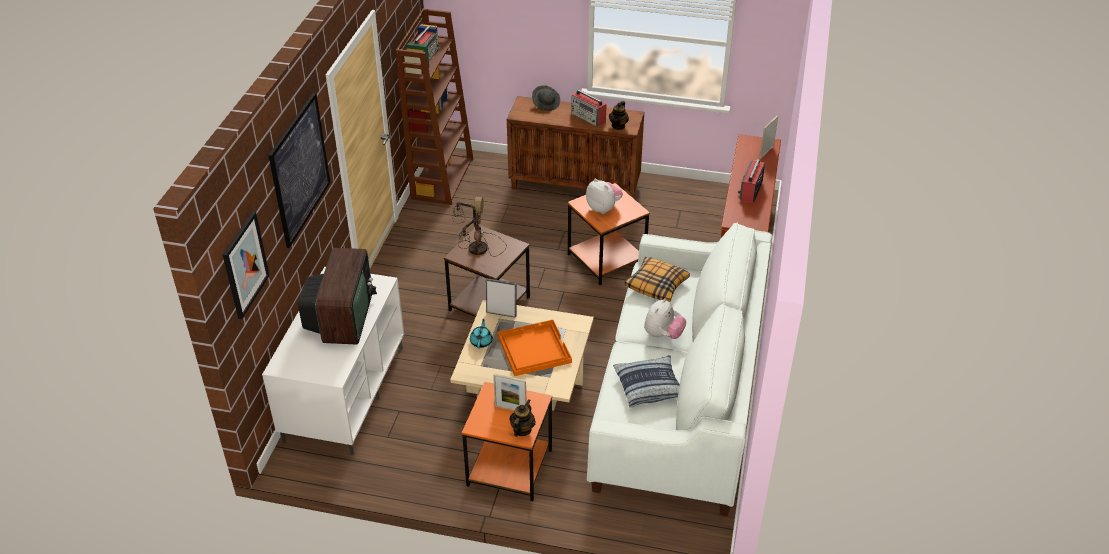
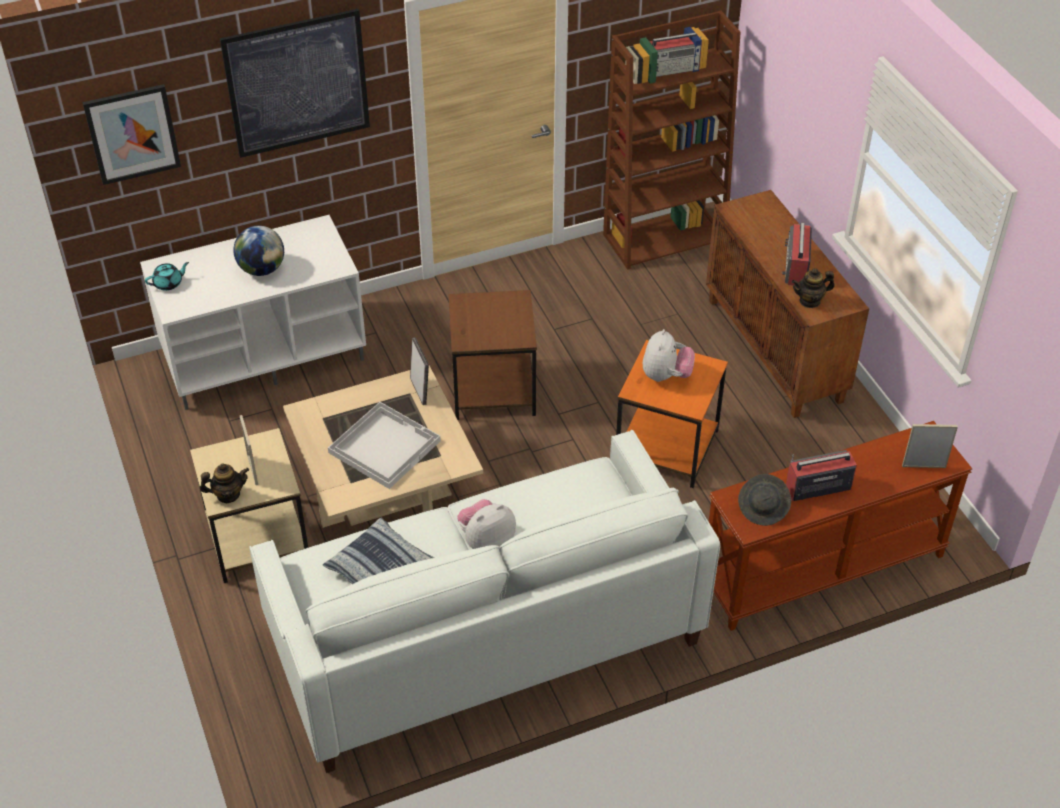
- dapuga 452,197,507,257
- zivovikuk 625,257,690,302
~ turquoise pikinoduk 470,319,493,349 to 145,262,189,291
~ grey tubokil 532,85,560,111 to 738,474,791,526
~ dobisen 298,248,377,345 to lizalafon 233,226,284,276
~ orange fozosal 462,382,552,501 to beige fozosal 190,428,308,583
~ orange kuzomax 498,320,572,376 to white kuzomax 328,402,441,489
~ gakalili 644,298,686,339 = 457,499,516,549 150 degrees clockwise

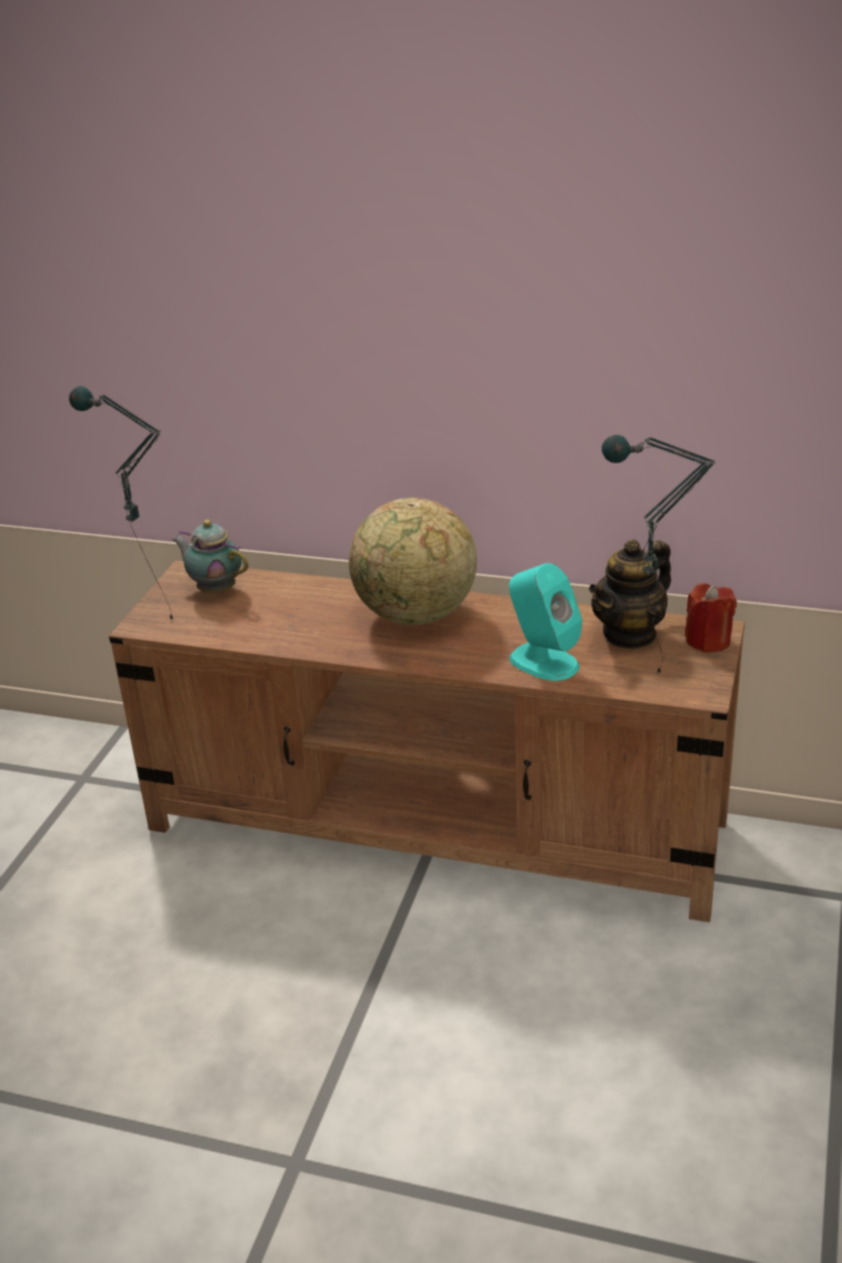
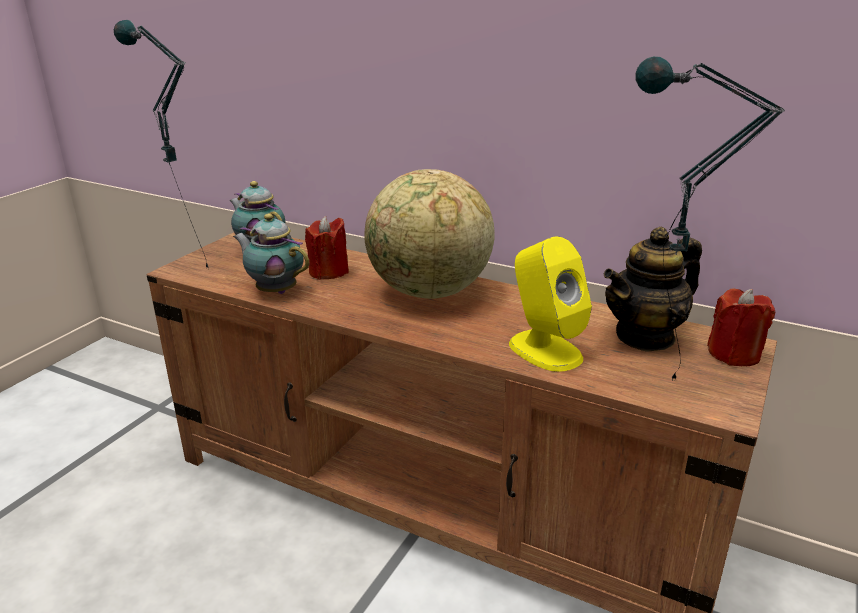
+ pikinoduk 233,213,310,294
+ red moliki 305,216,349,280
~ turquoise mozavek 509,563,582,681 to yellow mozavek 509,237,592,372

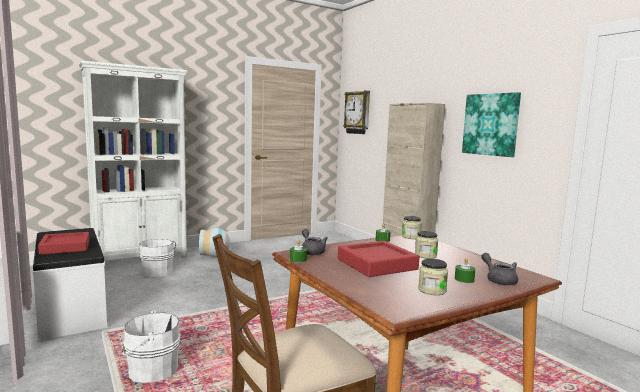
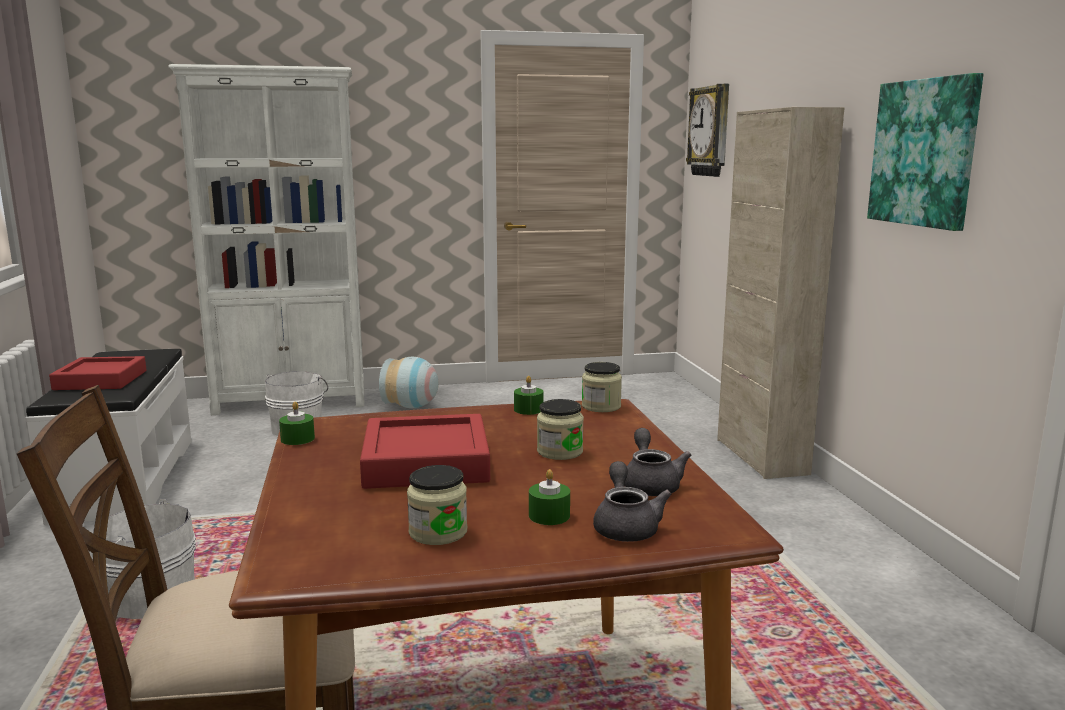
~ grey pikinoduk 302,229,328,255 to 624,428,691,496

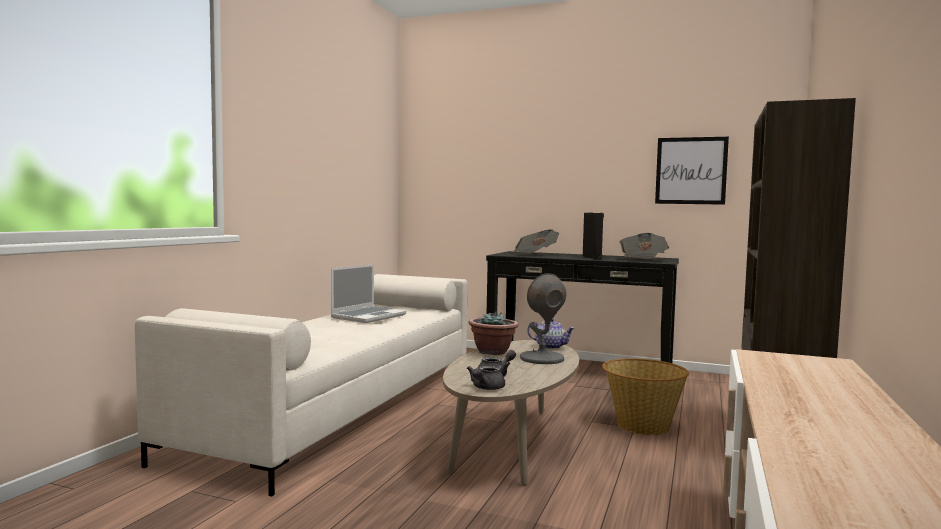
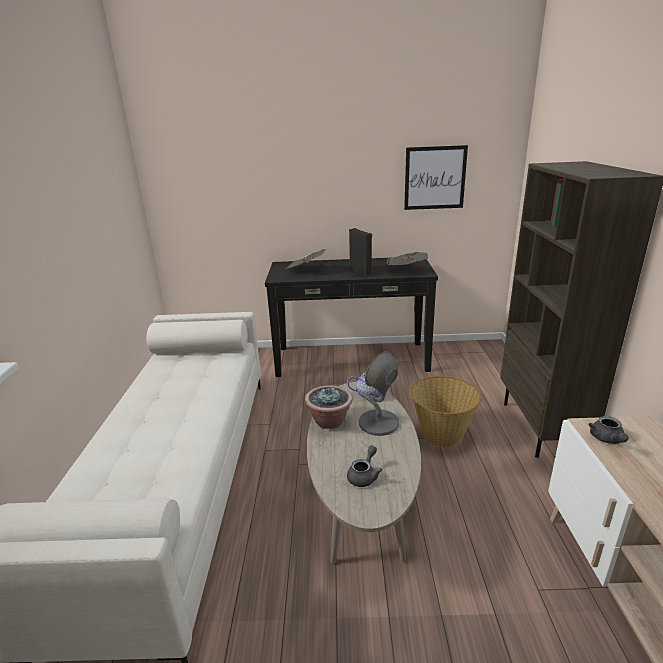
- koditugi 331,264,406,323
~ grey pikinoduk 467,366,505,390 to 588,416,629,444

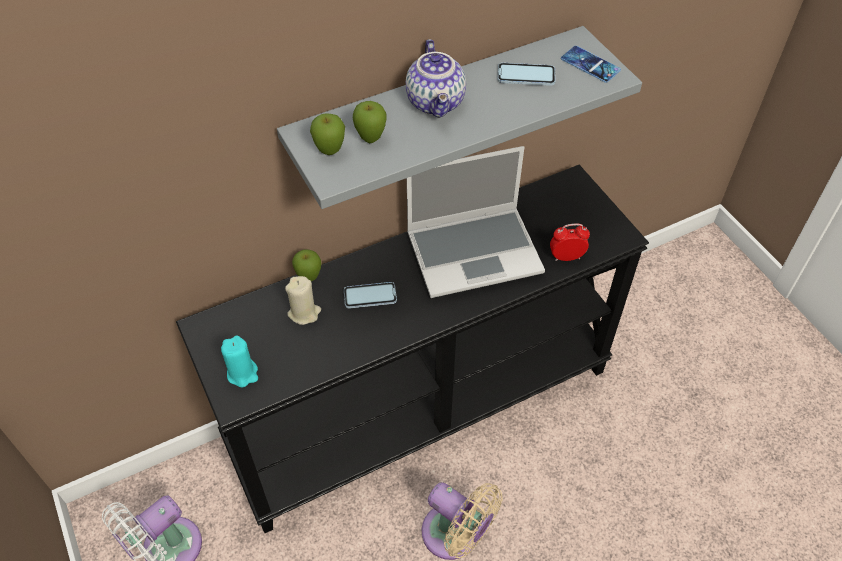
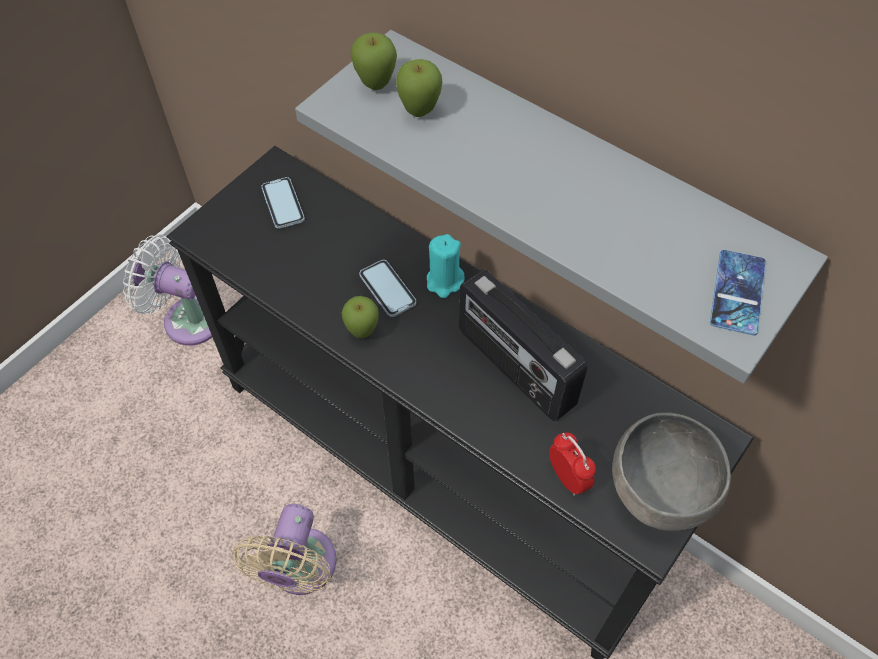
- beige moliki 285,276,321,325
- pikinoduk 406,39,466,118
+ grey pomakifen 612,412,731,531
~ turquoise moliki 221,336,258,388 to 427,234,464,298
~ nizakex 292,249,321,281 to 341,296,379,339
~ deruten 497,63,555,86 to 261,177,305,229
~ koditugi 407,146,545,298 to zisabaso 459,269,587,421

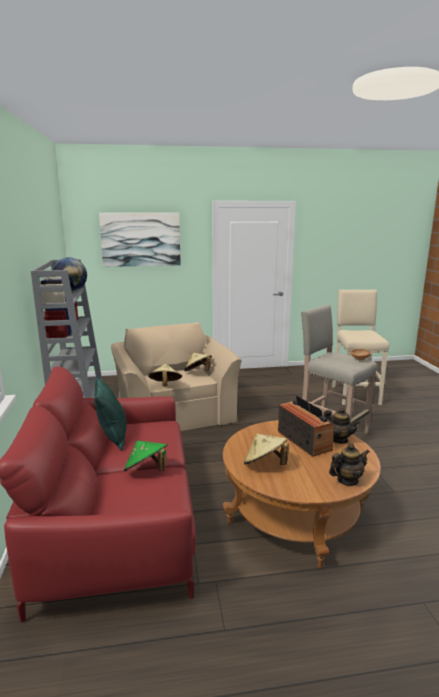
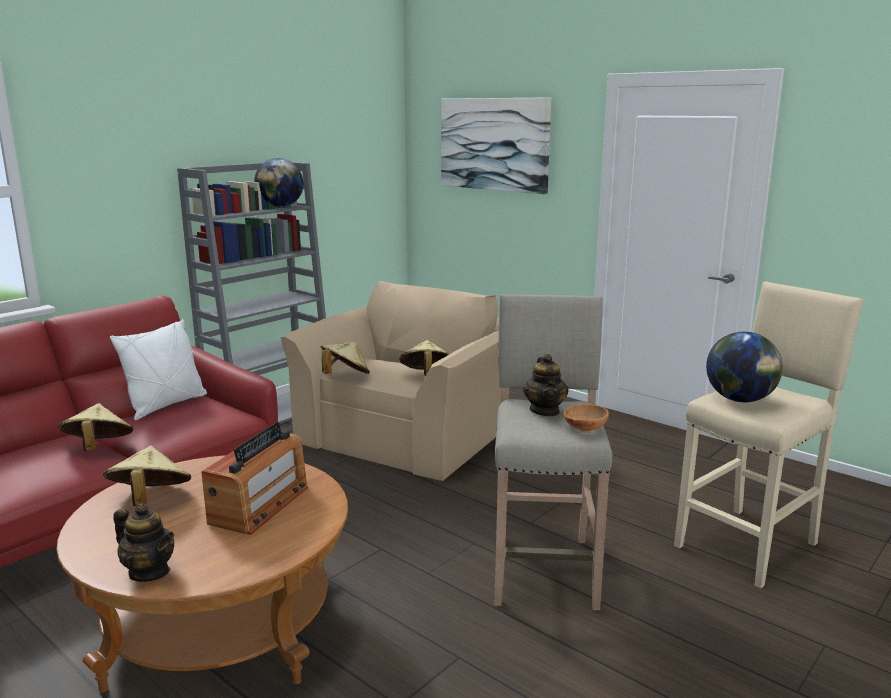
+ lizalafon 706,332,783,402
~ pikinoduk 324,408,360,443 to 523,354,569,416
~ green zivovikuk 94,377,127,451 to white zivovikuk 110,319,207,420
~ green tubokil 124,441,167,471 to beige tubokil 58,403,133,452

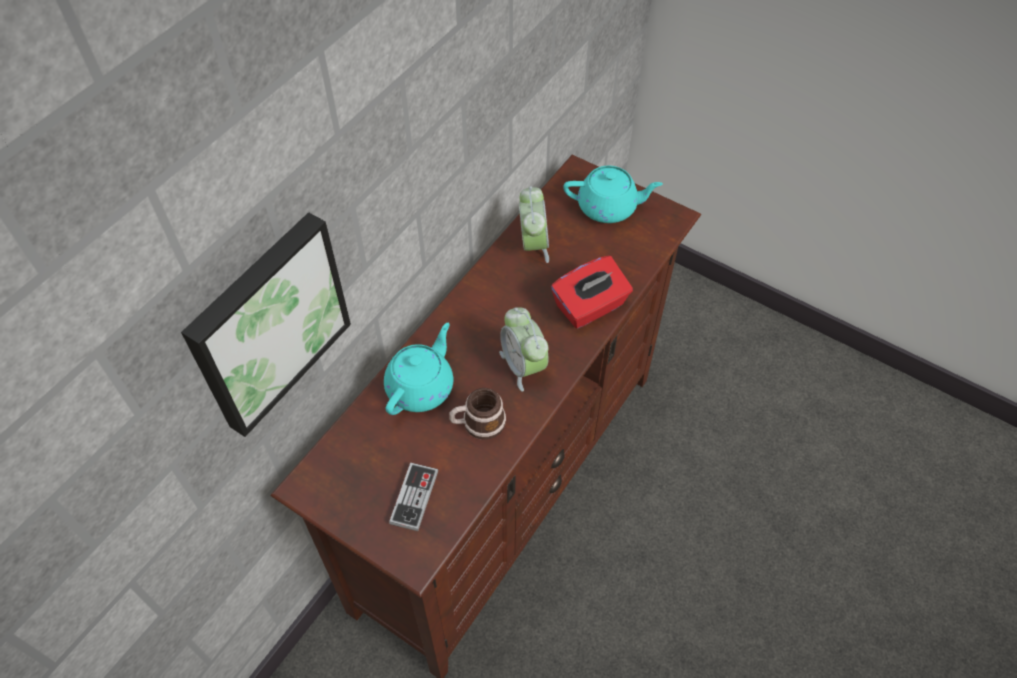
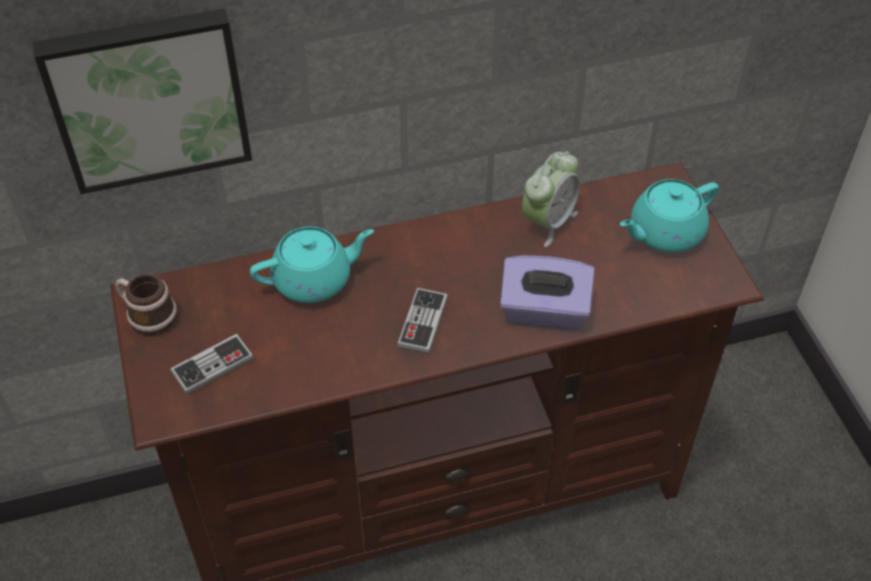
~ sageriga 449,388,506,440 to 115,274,177,335
~ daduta 499,307,549,392 to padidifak 397,288,448,354
~ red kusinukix 551,256,633,329 to purple kusinukix 500,256,594,330
~ turquoise pikinoduk 563,166,663,223 = 620,179,719,252 105 degrees clockwise

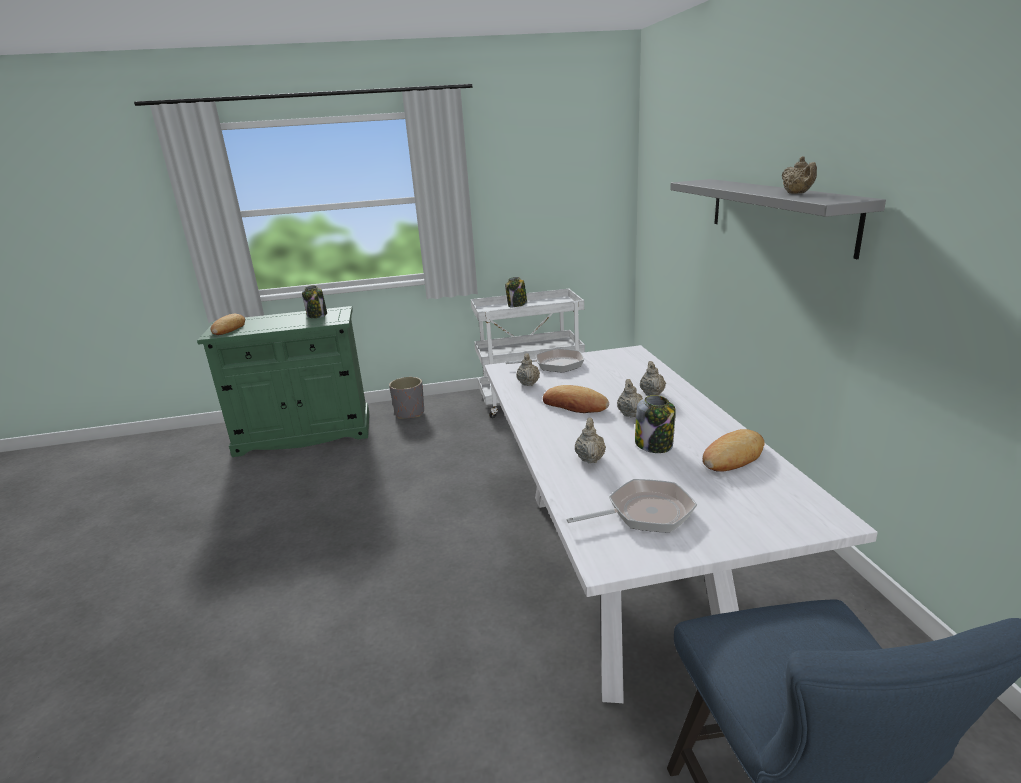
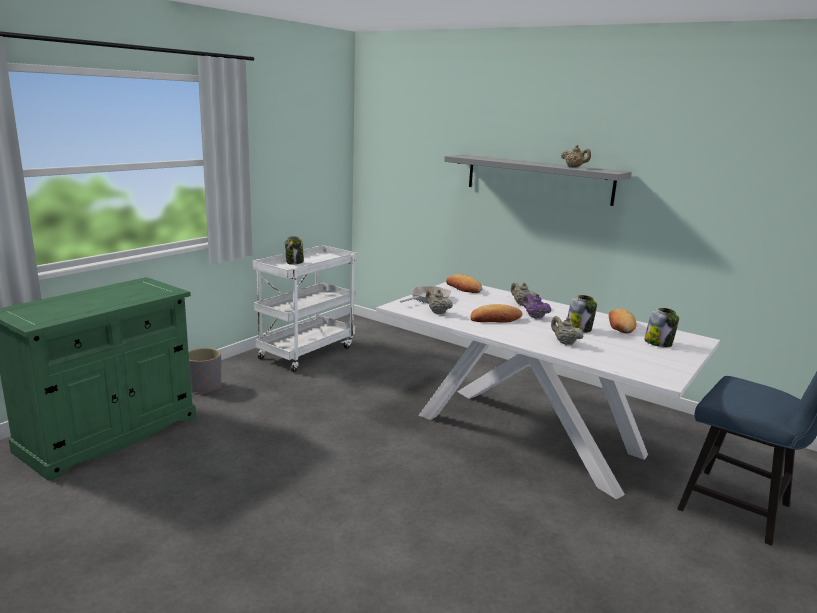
- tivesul 567,479,697,532
~ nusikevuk 211,314,245,335 to 446,274,482,293
~ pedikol 302,285,327,318 to 644,308,679,347
~ beige pikinoduk 617,379,643,417 to purple pikinoduk 522,293,551,319

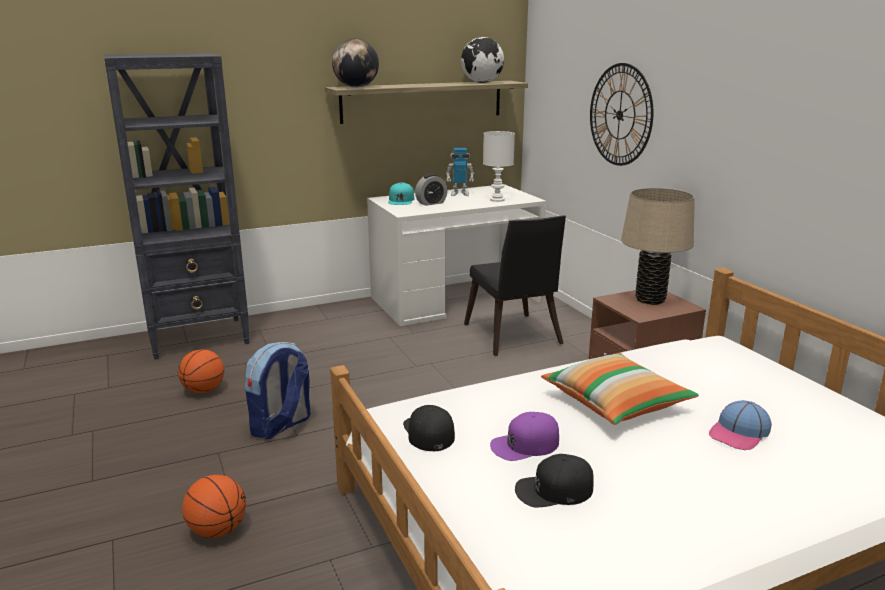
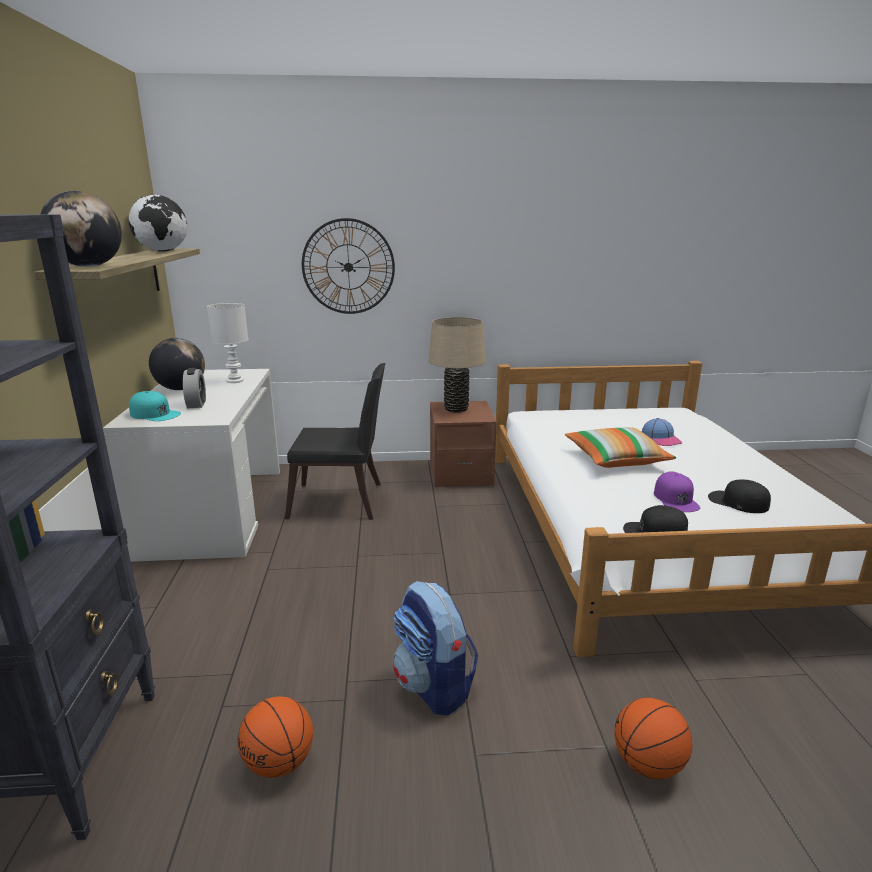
~ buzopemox 446,148,474,196 to lizalafon 149,338,205,390
~ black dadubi 515,454,594,507 = 708,480,771,513 120 degrees clockwise

